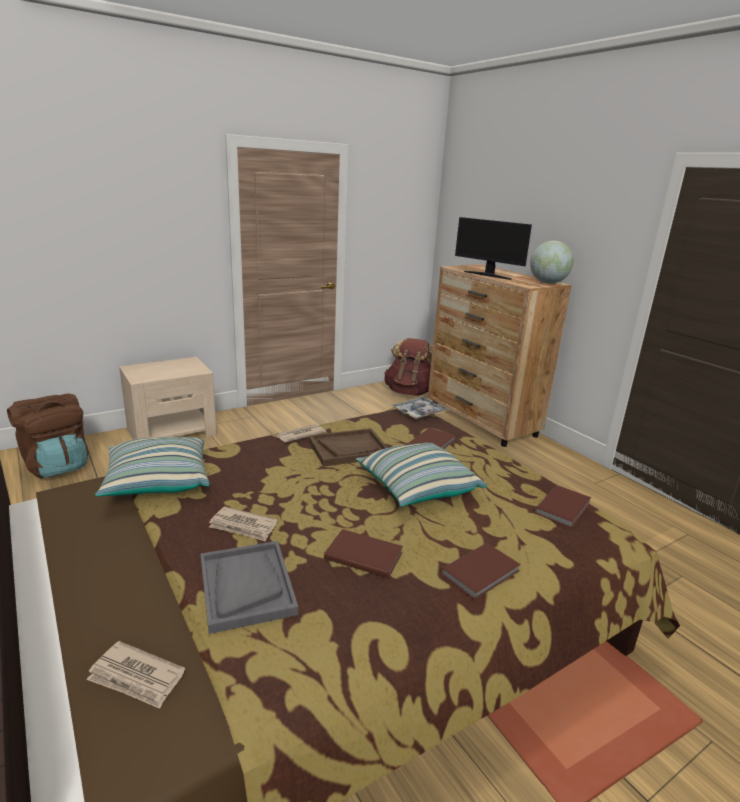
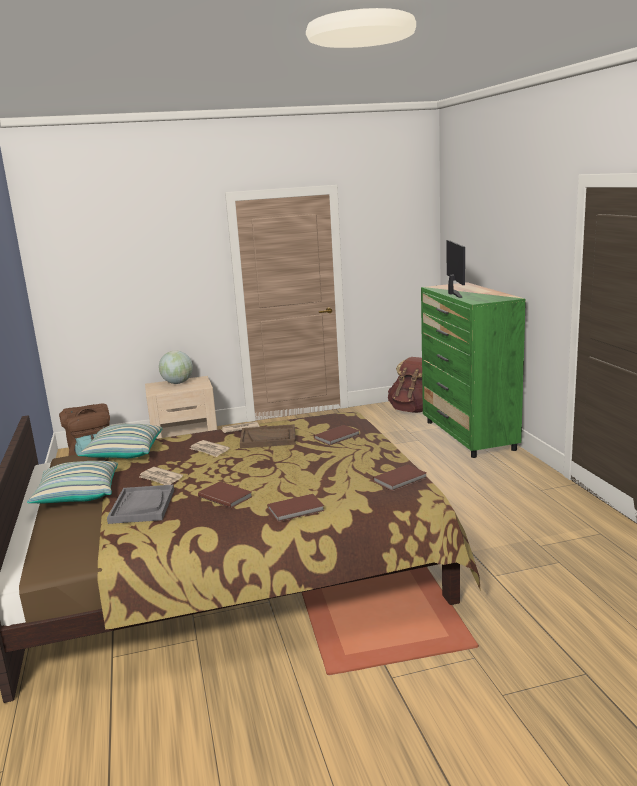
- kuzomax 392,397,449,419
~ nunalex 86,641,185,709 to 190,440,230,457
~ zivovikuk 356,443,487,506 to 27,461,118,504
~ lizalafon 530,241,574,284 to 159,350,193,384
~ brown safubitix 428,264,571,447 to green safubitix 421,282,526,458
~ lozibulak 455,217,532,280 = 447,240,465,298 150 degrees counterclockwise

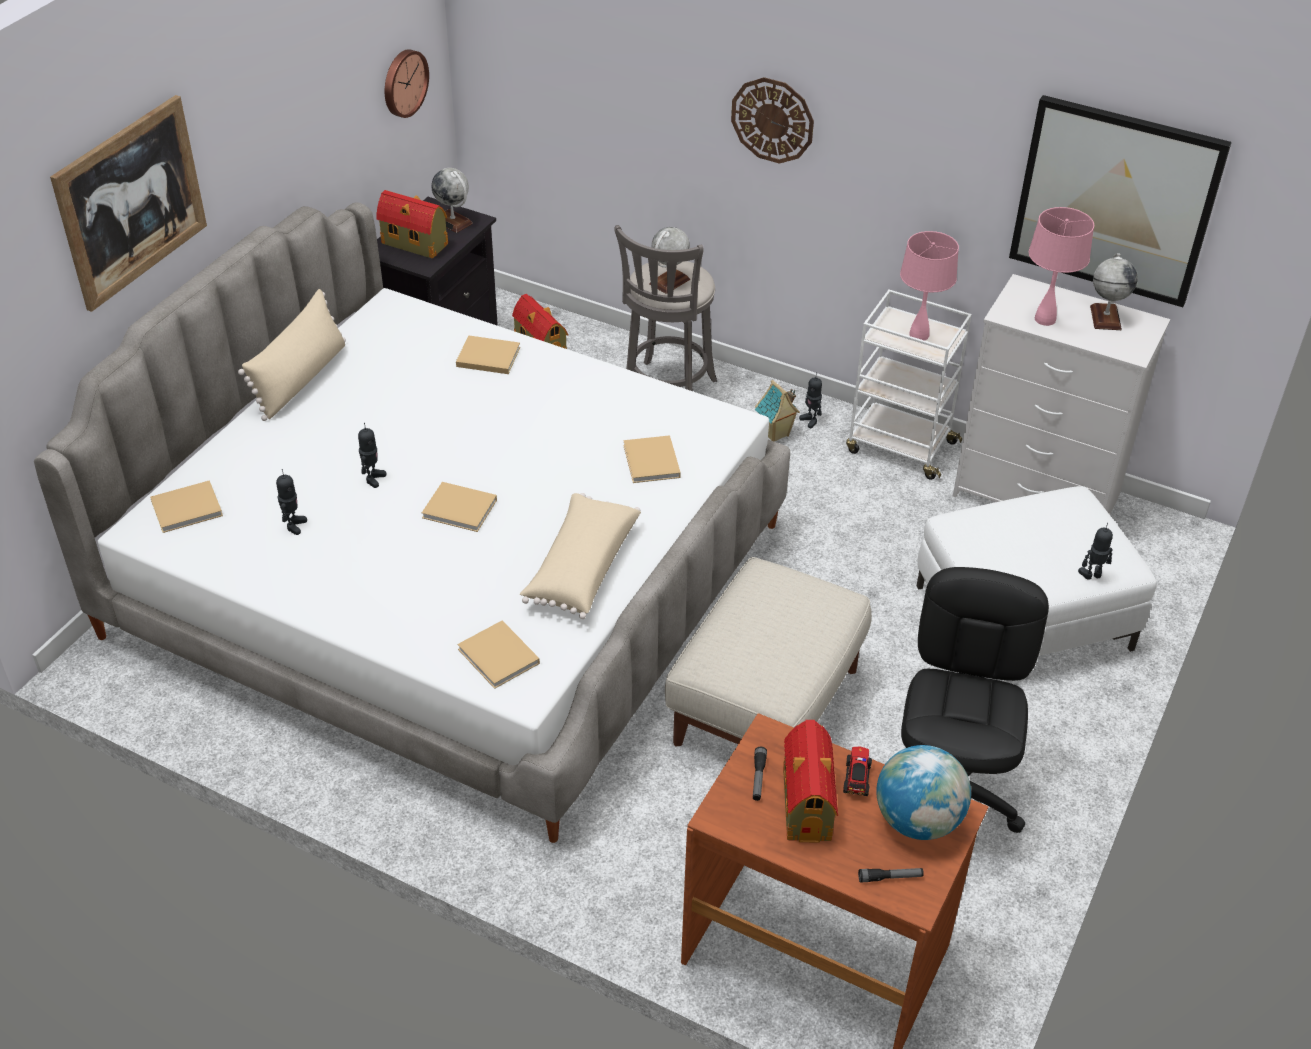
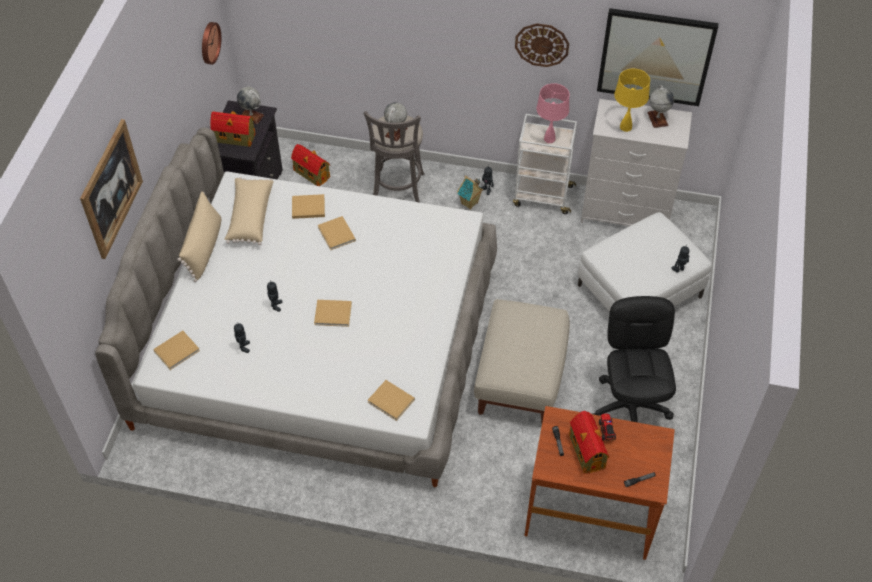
- lizalafon 876,745,971,840
~ beige zivovikuk 520,493,641,619 to 224,177,274,245
~ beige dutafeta 623,435,681,483 to 318,216,356,250
~ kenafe 731,77,814,164 to 515,23,569,67
~ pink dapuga 1029,207,1094,326 to yellow dapuga 614,69,650,132

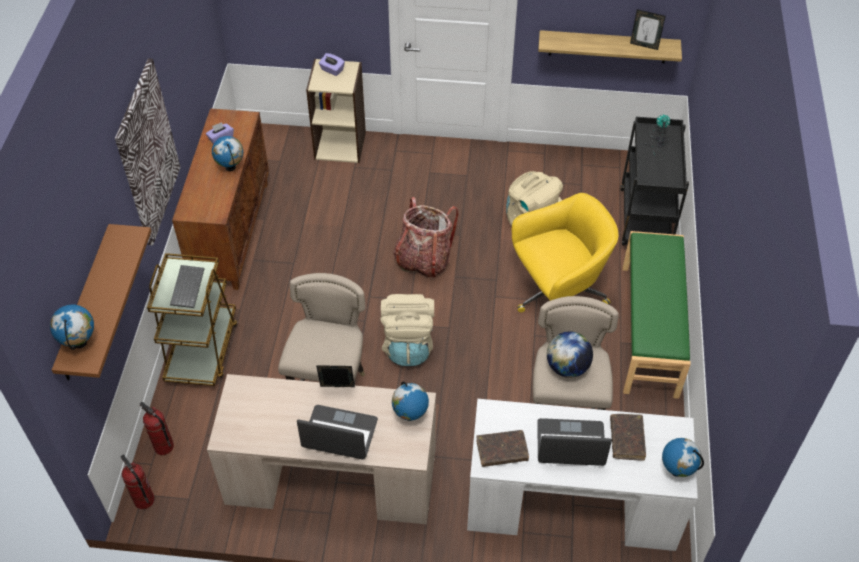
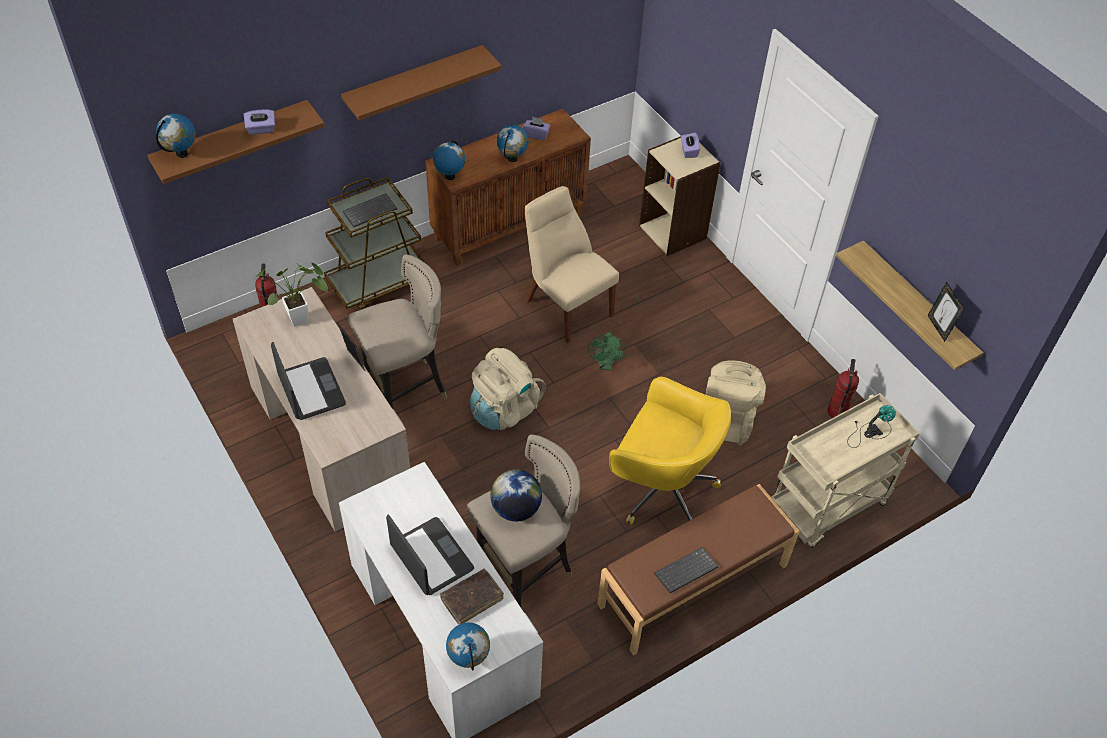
- brown dutafeta 476,430,529,467
+ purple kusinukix 244,110,275,135
+ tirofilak 254,263,328,327
+ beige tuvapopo 525,186,619,344
+ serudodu 654,547,719,593
~ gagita 120,454,155,509 to 827,359,859,418
~ lizalafon 392,382,429,421 to 433,141,465,180
~ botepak 115,58,180,245 to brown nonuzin 341,45,502,120
~ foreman 393,197,459,278 to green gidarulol 588,332,626,370
~ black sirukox 620,117,689,246 to beige sirukox 771,393,920,548
~ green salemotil 623,231,691,399 to brown salemotil 597,484,800,655

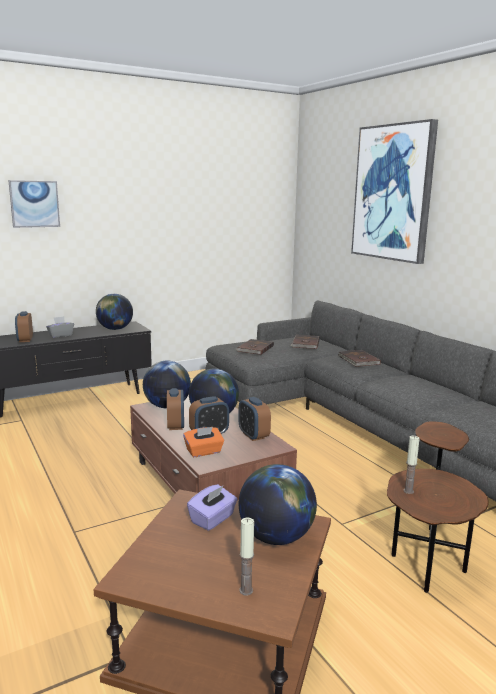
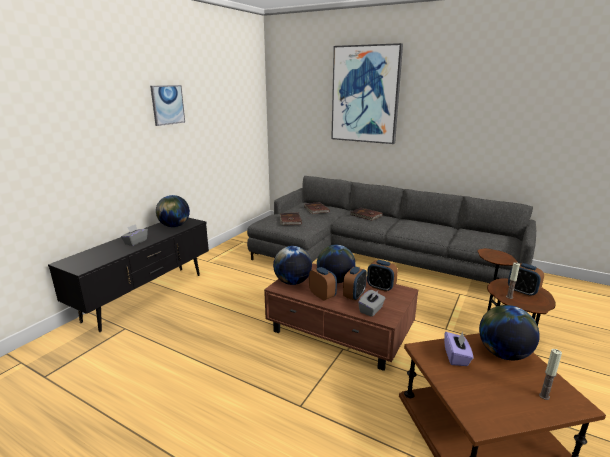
~ botepak 8,180,60,228 to 150,85,185,126
~ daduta 15,311,33,342 to 508,263,544,296
~ orange kusinukix 183,427,224,457 to grey kusinukix 358,290,386,317

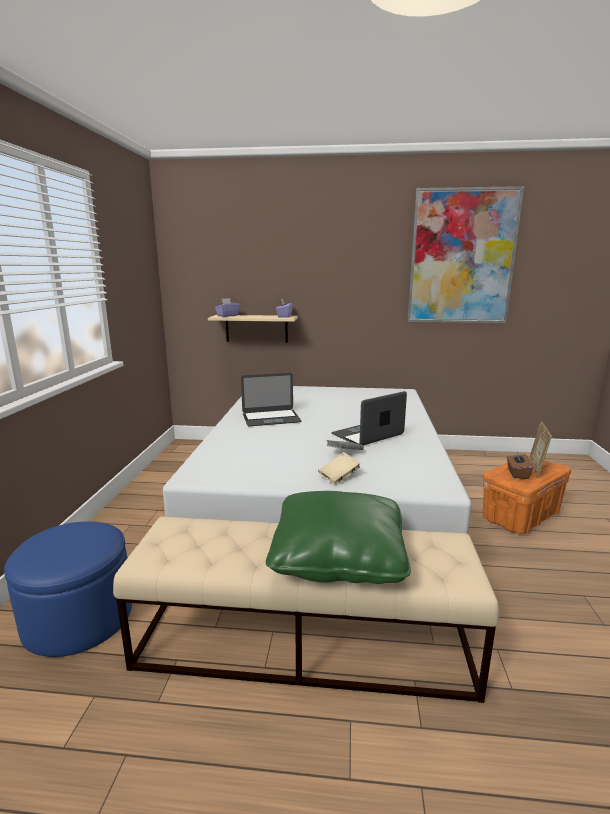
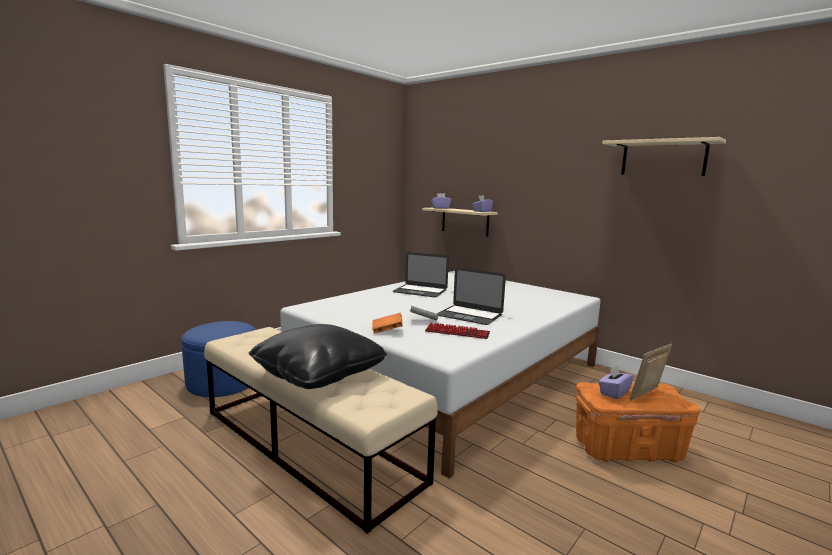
+ serudodu 425,322,490,339
~ botepak 407,186,524,323 to beige nonuzin 602,137,726,176
~ green zivovikuk 266,491,411,584 to black zivovikuk 249,324,387,389
~ beige dutafeta 318,452,360,485 to orange dutafeta 372,313,403,334
~ brown kusinukix 507,452,533,479 to purple kusinukix 598,365,634,399
~ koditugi 331,391,407,445 = 437,267,506,325 150 degrees counterclockwise

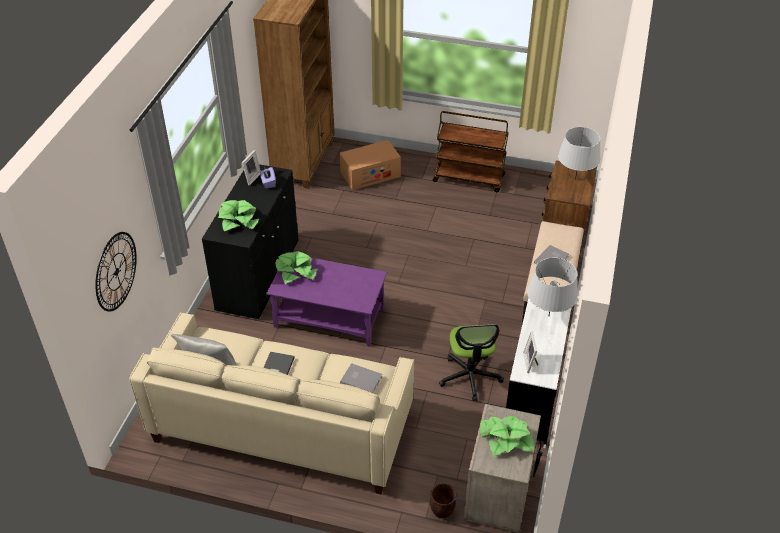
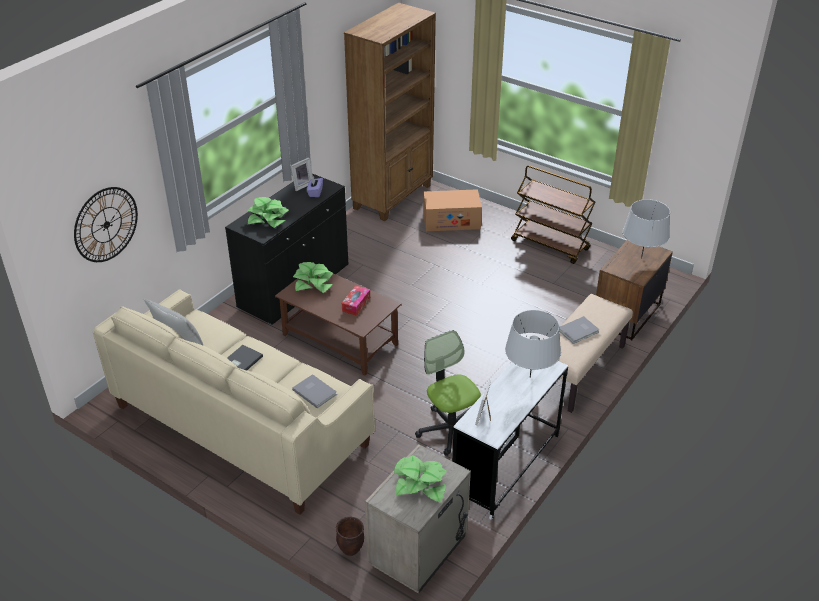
+ kusinukix 342,286,370,316
~ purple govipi 266,258,387,347 to brown govipi 275,273,401,376
~ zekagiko 439,324,504,401 = 415,330,481,456 135 degrees clockwise

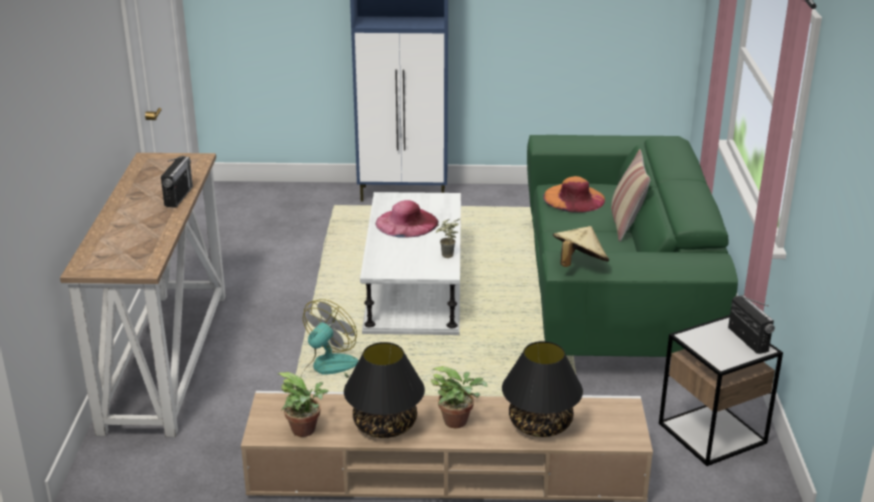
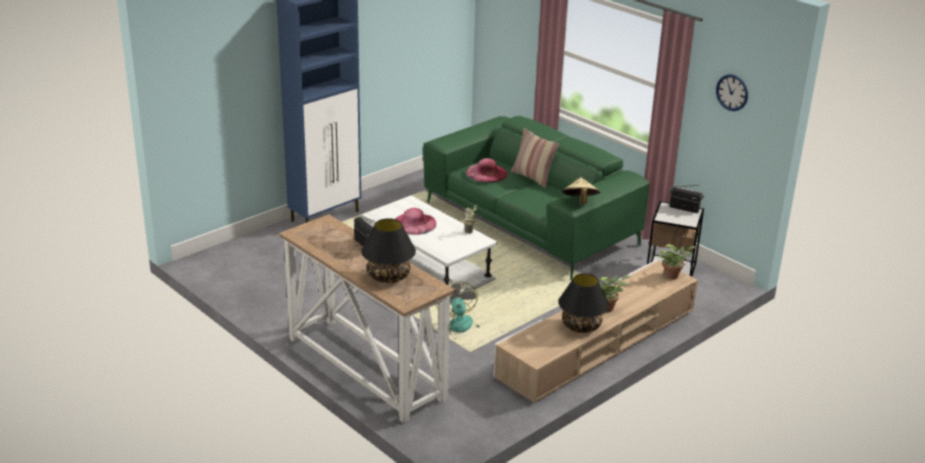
+ kenafe 716,74,748,111
~ tirofilak 278,372,329,437 to 659,244,697,279
~ black dapuga 502,341,583,437 to 361,218,416,283
~ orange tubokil 543,176,605,213 to pink tubokil 466,158,508,183

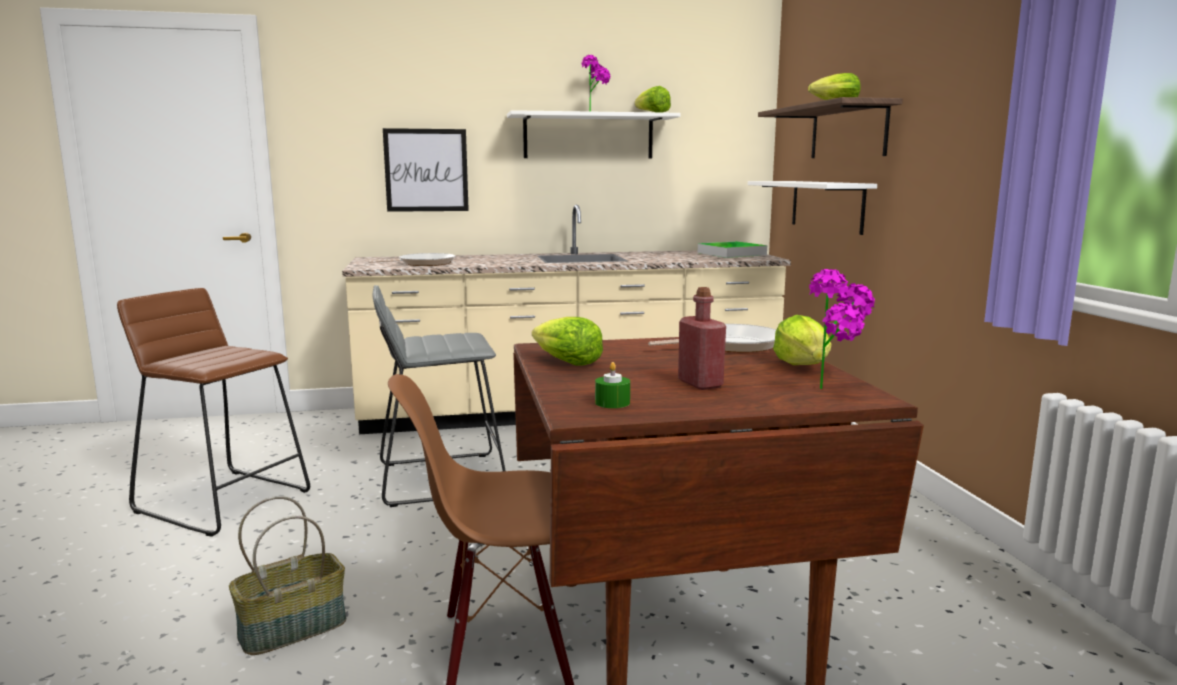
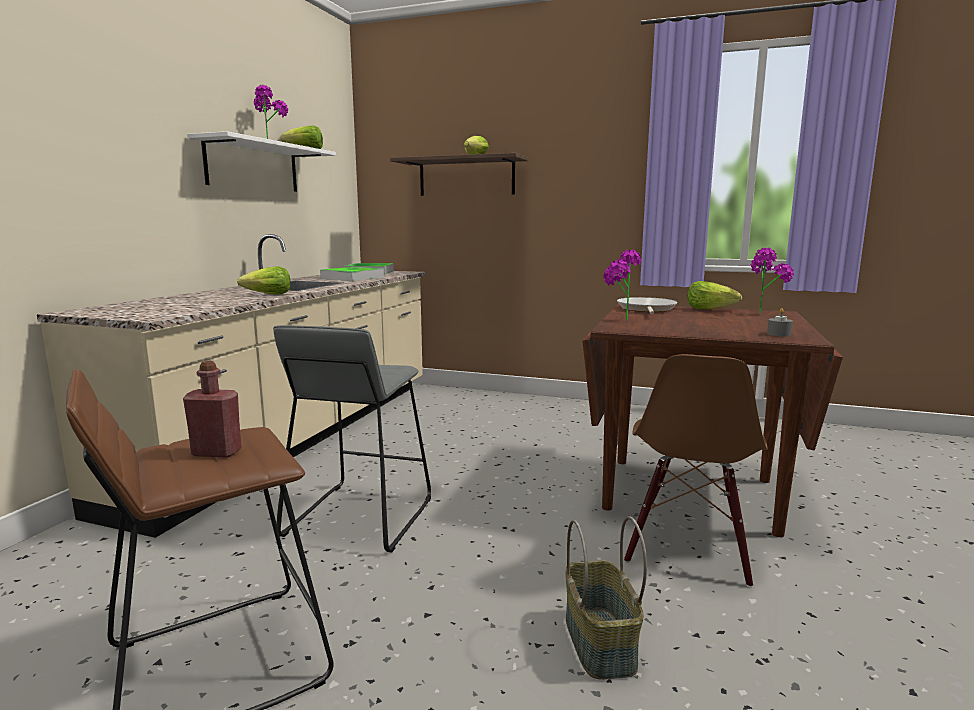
- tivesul 368,253,455,266
- botepak 383,128,469,212
- white nonuzin 748,181,877,235
+ kuzomax 320,267,384,281
+ tirofilak 603,250,642,321
~ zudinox 532,317,603,366 to 237,266,290,294
~ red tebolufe 678,287,726,390 to 183,361,242,458
~ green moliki 595,362,630,408 to grey moliki 767,308,793,336

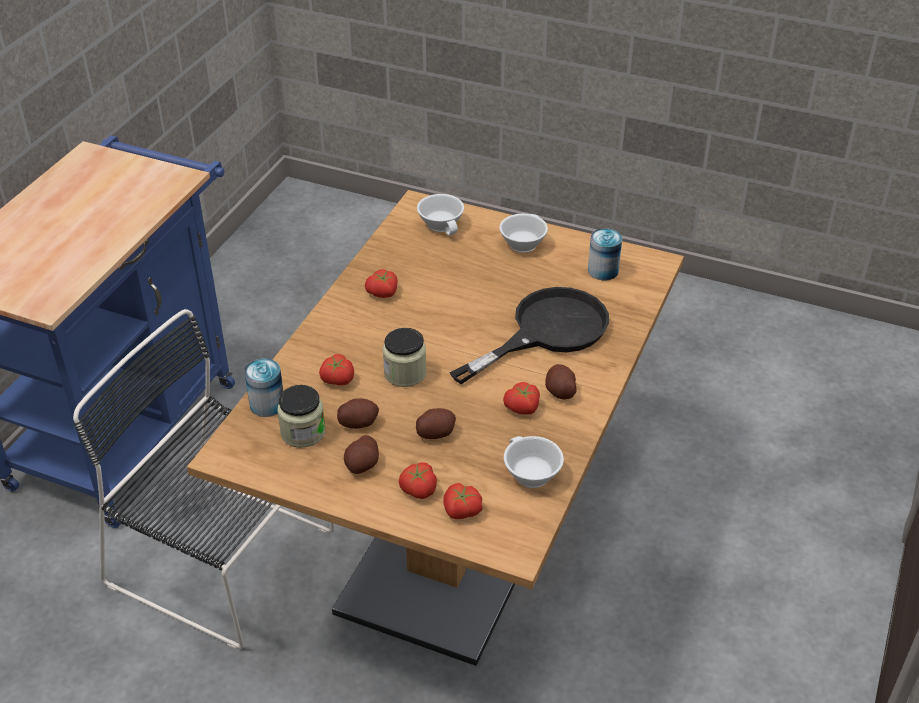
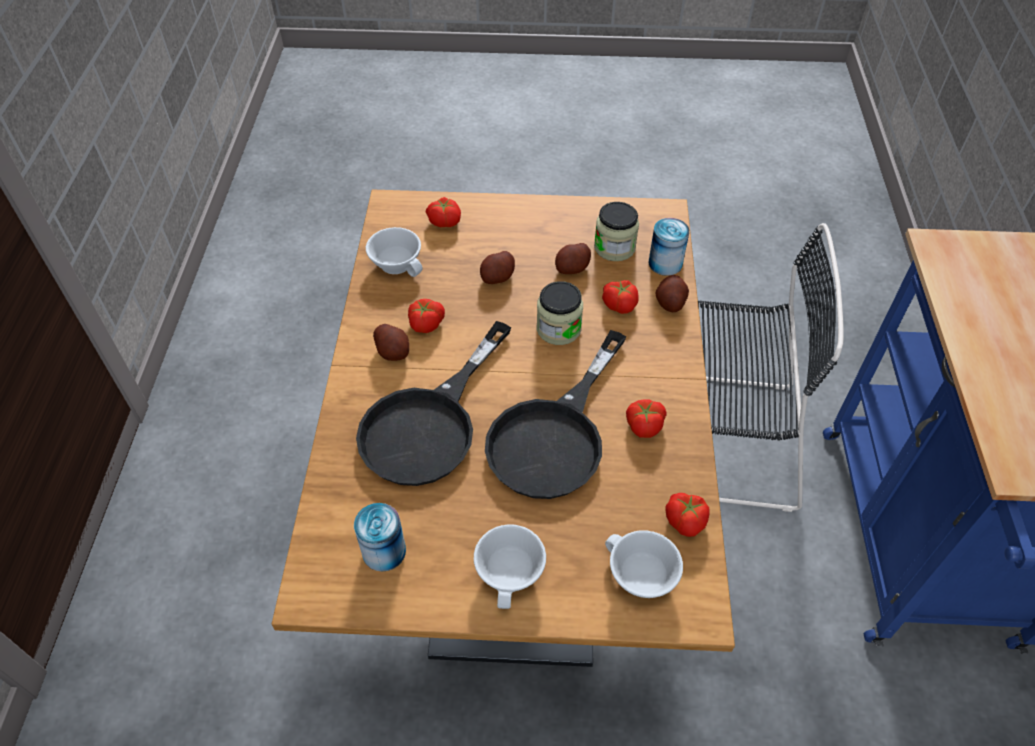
+ black tivesul 485,330,626,499
~ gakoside 344,435,379,474 to 656,275,689,312
~ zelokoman 399,462,437,499 to 665,493,710,537

